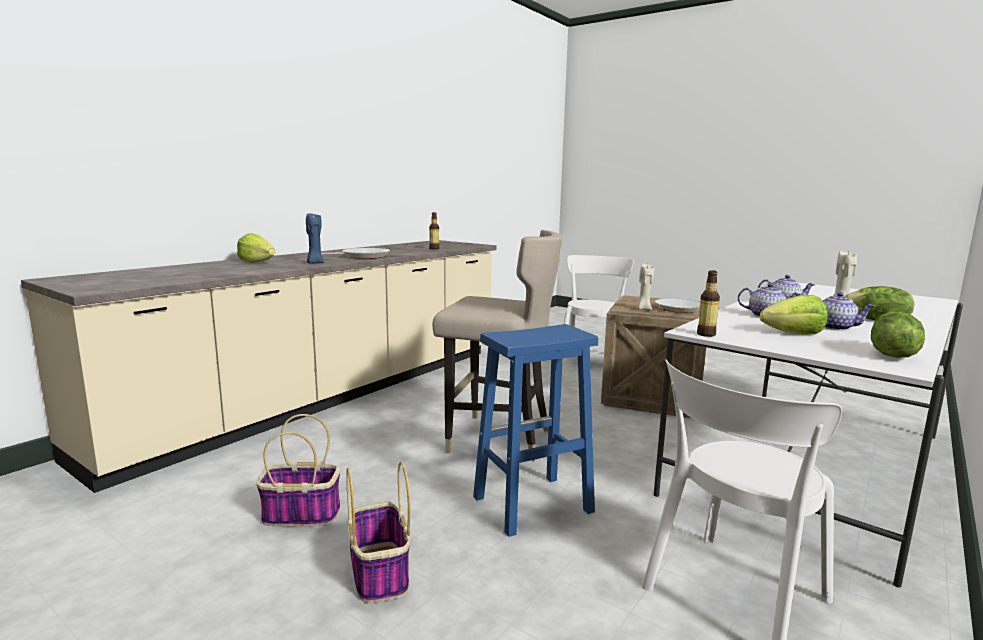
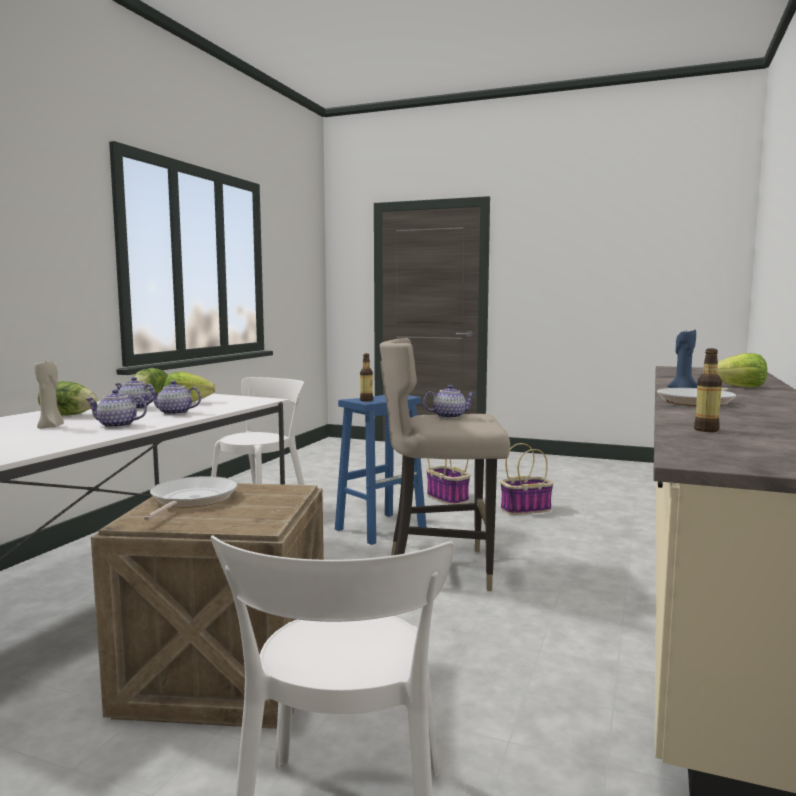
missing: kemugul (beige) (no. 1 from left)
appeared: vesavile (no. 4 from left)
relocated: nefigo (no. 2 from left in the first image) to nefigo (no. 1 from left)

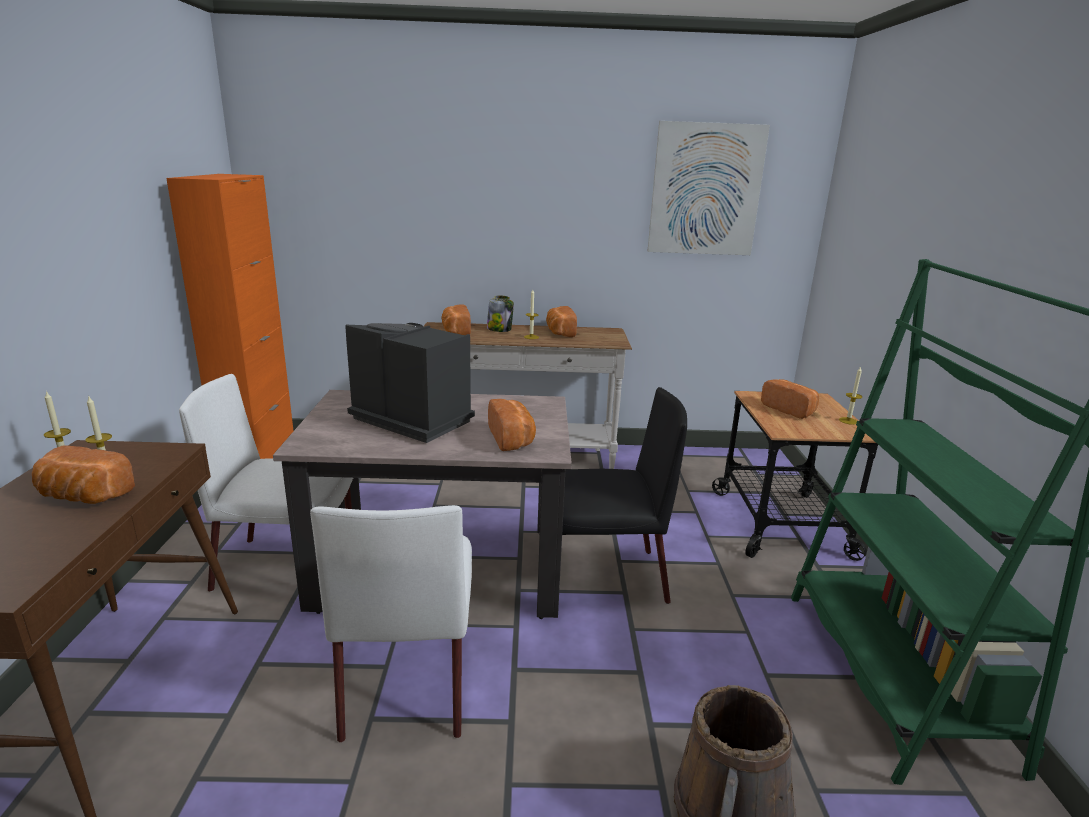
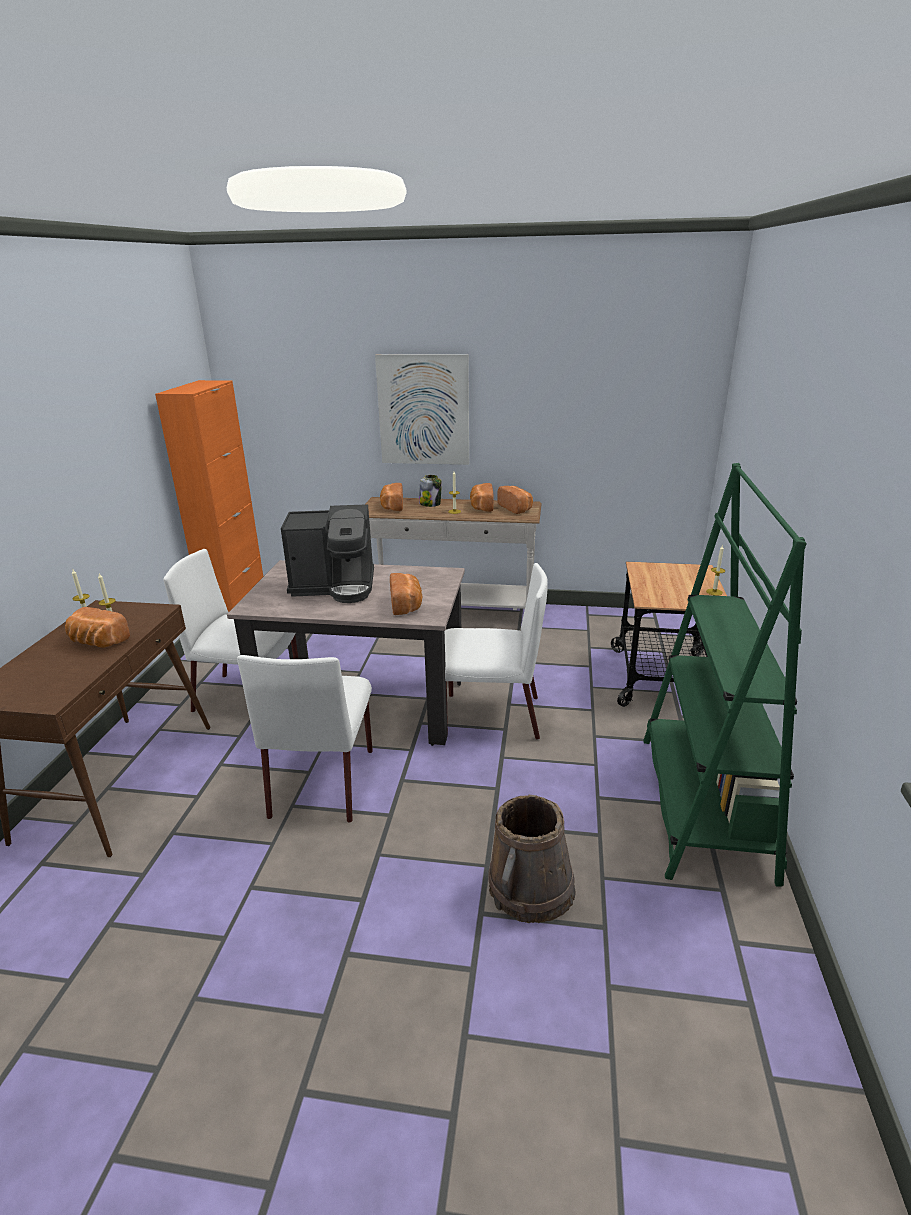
relocated: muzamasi; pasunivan (no. 5 from left)
colour: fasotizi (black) to fasotizi (white) (no. 3 from left)
spun: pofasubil 135 degrees clockwise

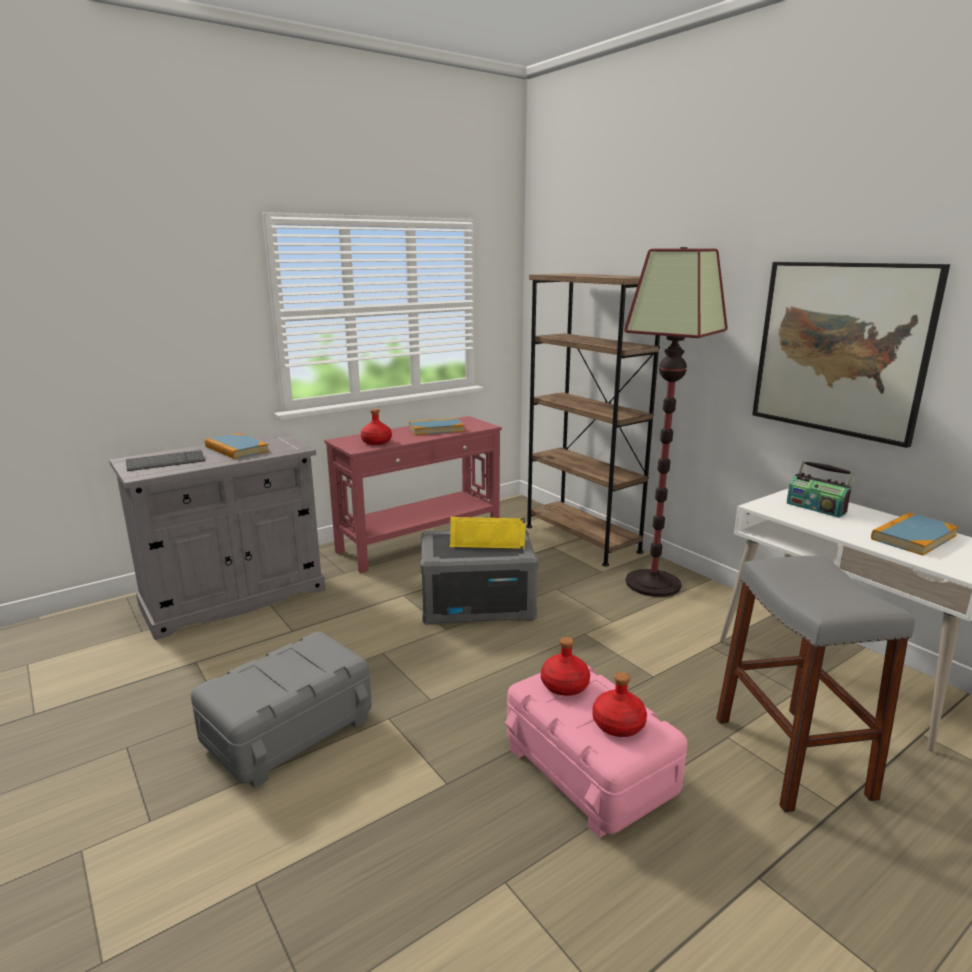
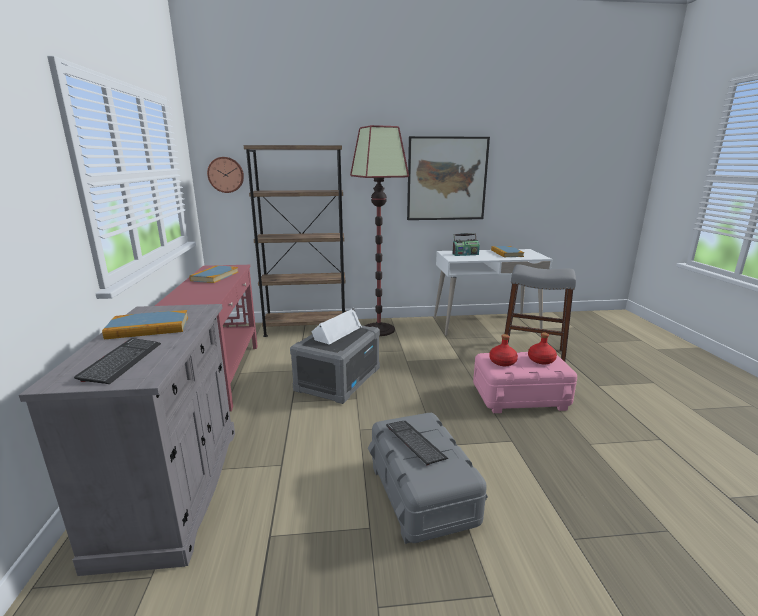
missing: nefigo (red) (no. 1 from left)
appeared: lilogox; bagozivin (no. 2 from left)
colour: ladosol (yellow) to ladosol (white)

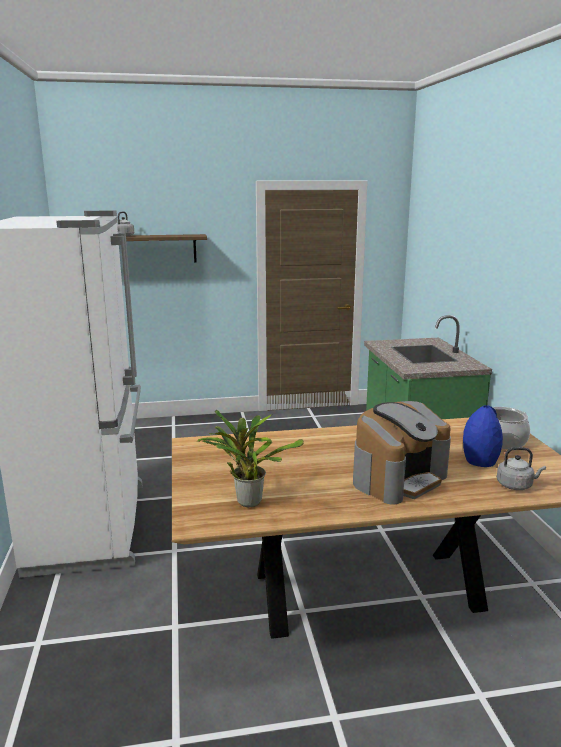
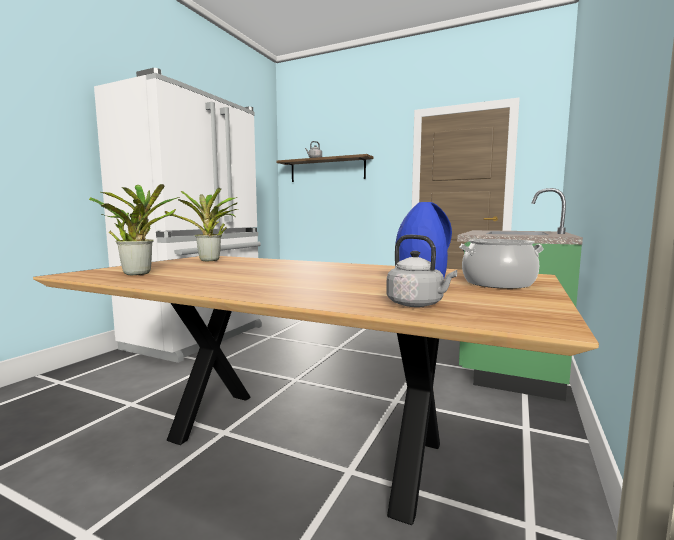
missing: pofasubil
appeared: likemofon (no. 2 from left)

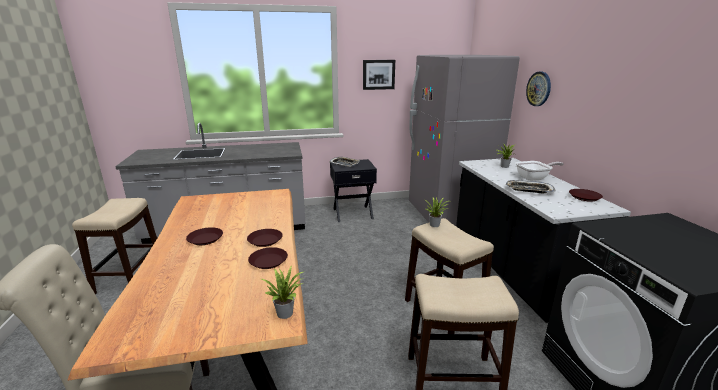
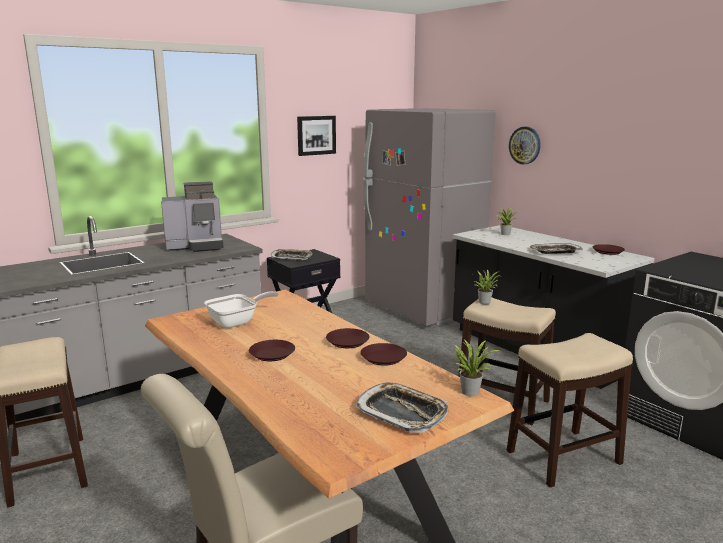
appeared: pofasubil; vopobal (no. 2 from left)
relocated: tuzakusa

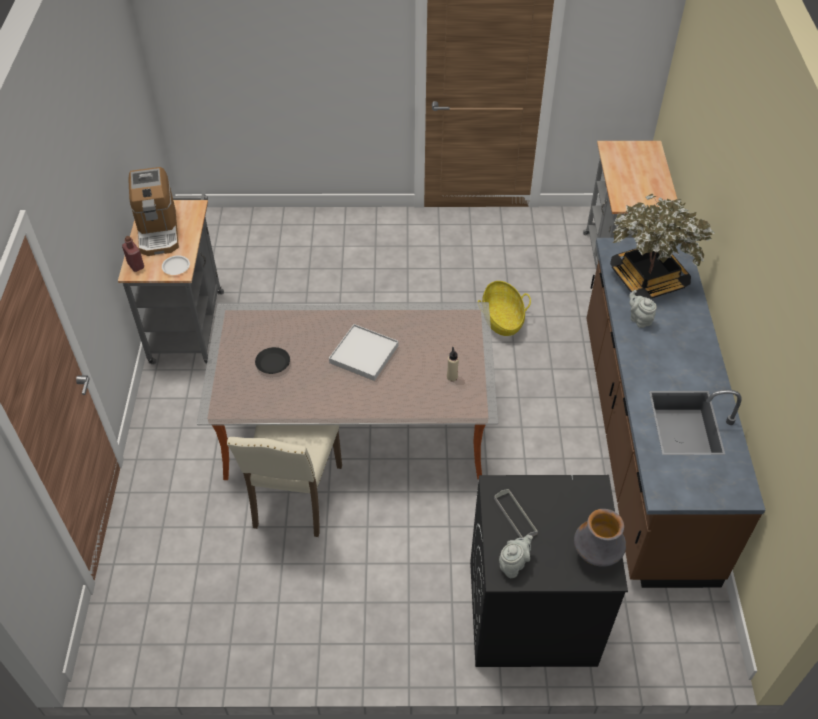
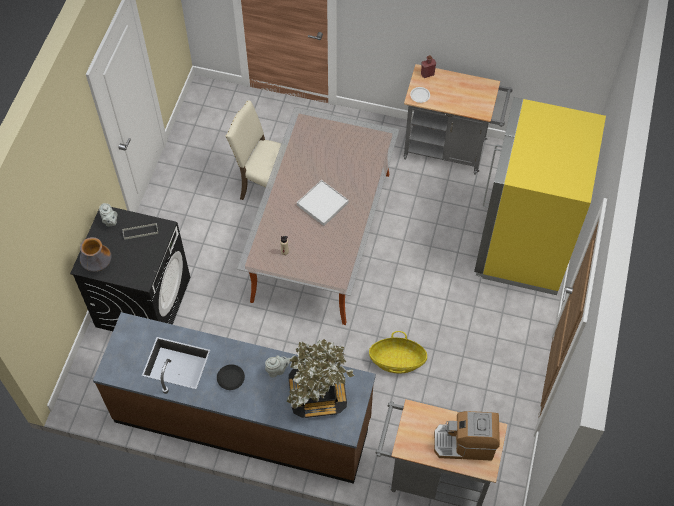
appeared: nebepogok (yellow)
relocated: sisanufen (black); pofasubil

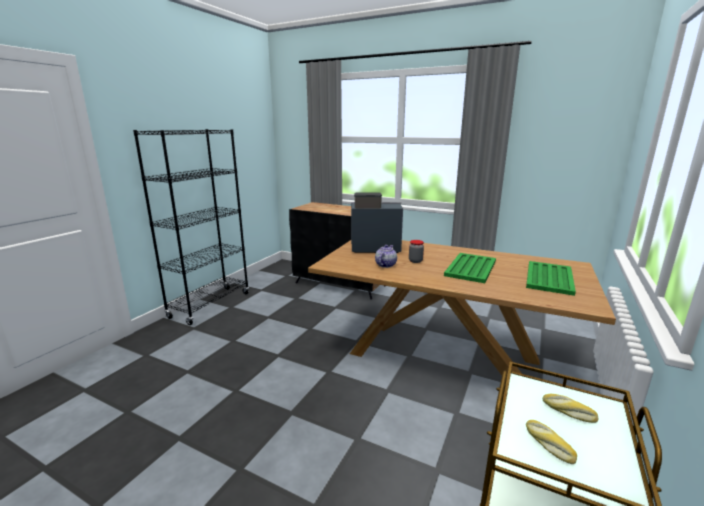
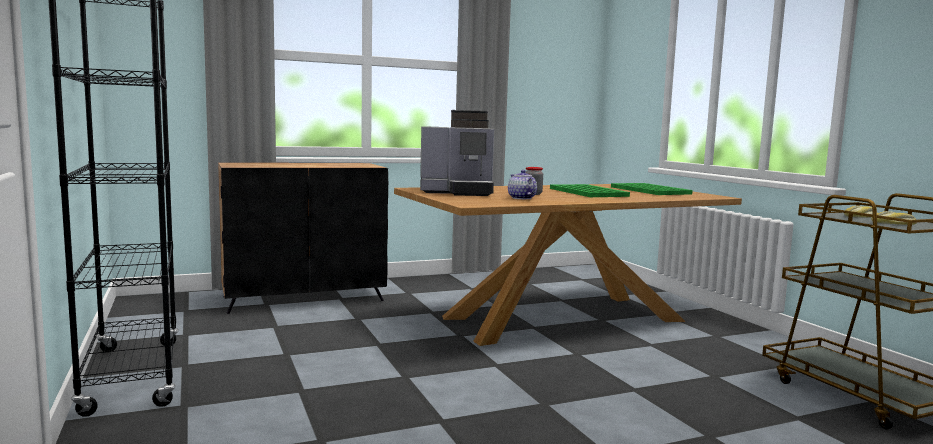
spun: pofasubil 135 degrees counterclockwise

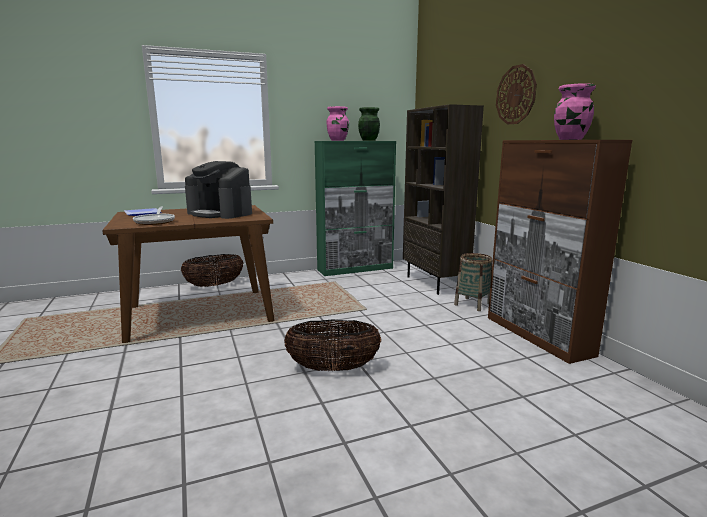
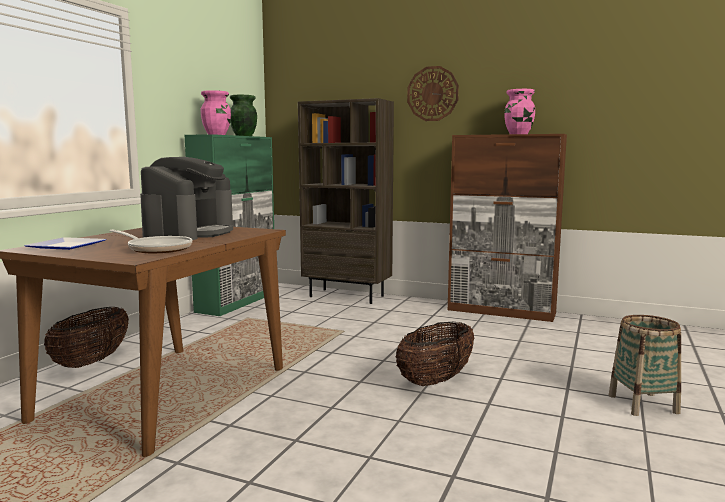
relocated: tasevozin (no. 3 from left)
spun: pofasubil 60 degrees counterclockwise

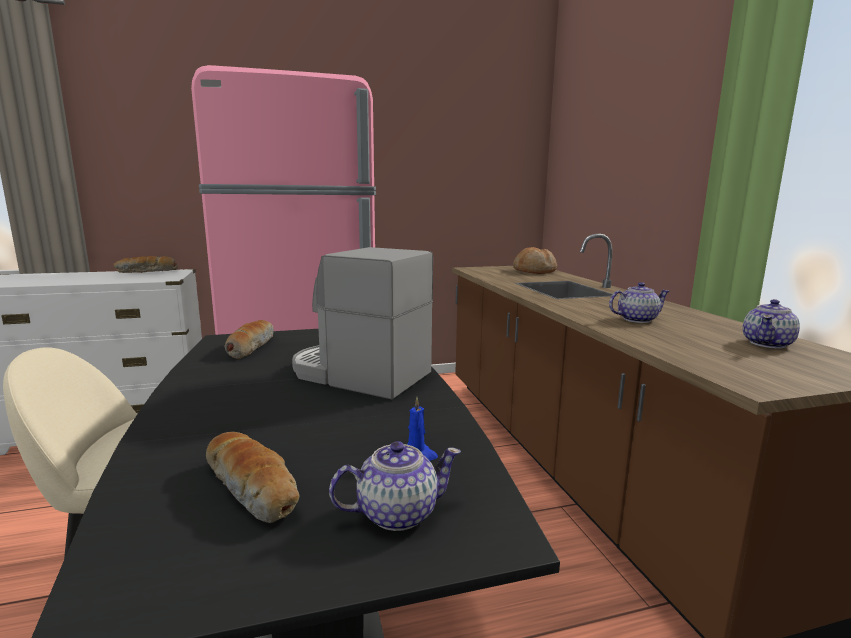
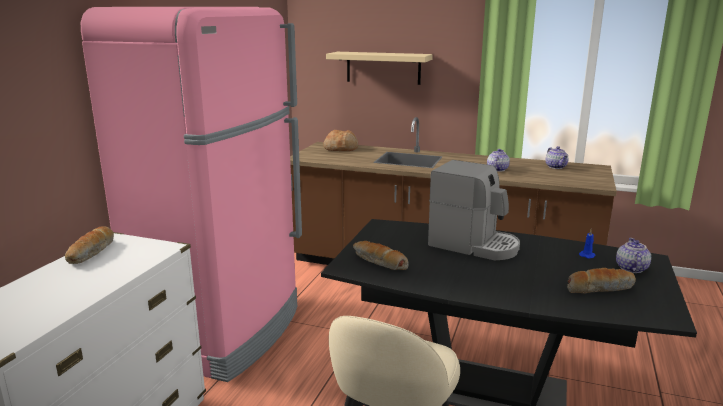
appeared: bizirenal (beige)
spun: pofasubil 120 degrees counterclockwise

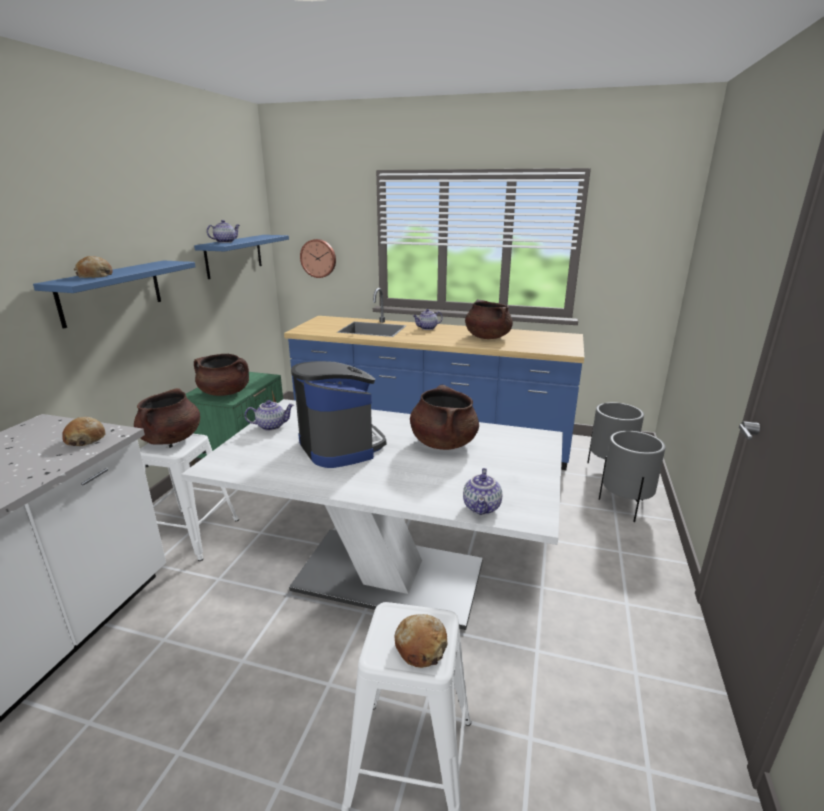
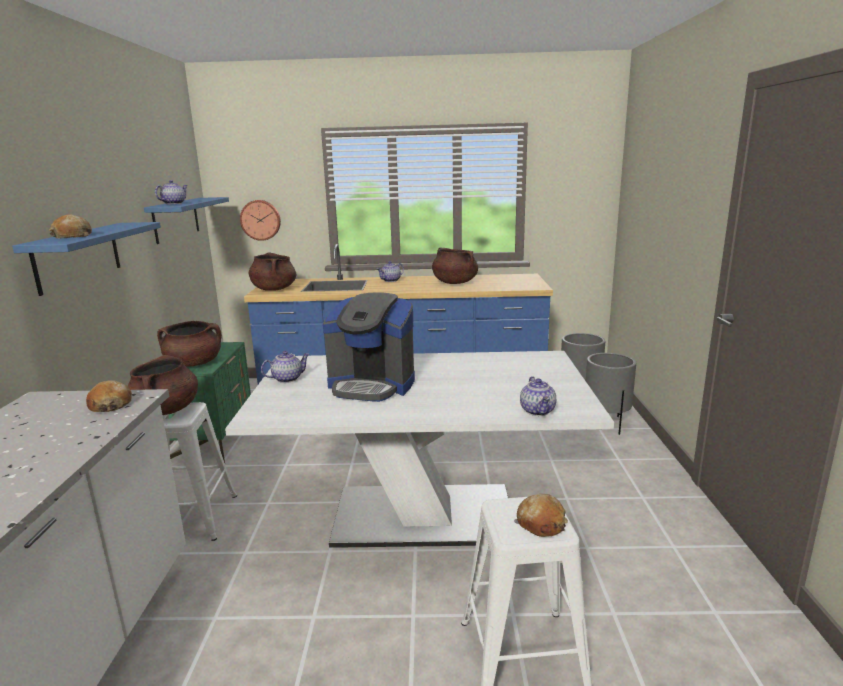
relocated: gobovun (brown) (no. 3 from left)
spun: pofasubil 150 degrees clockwise

